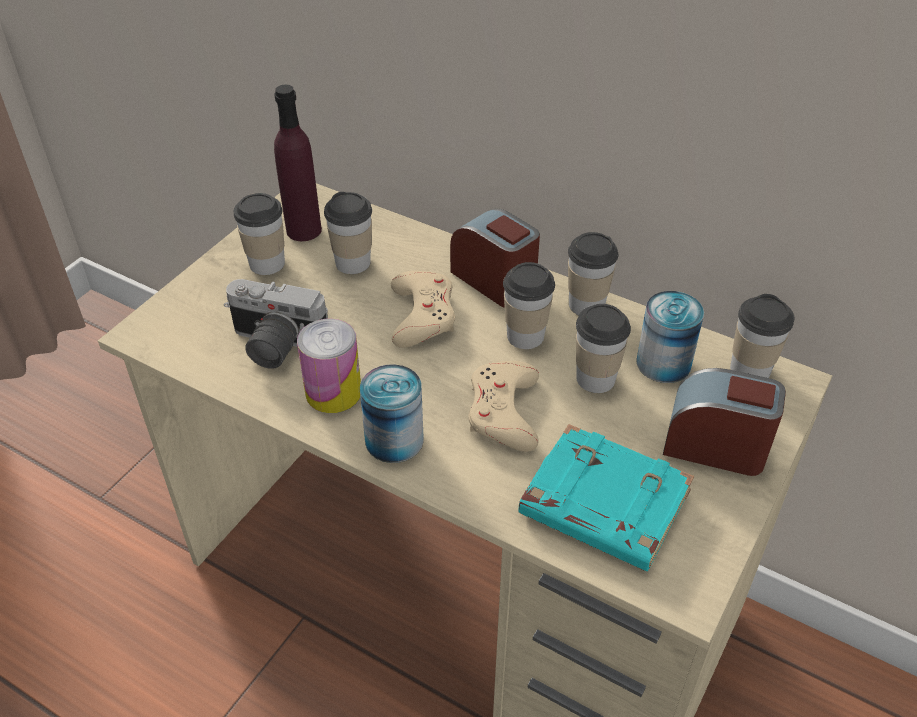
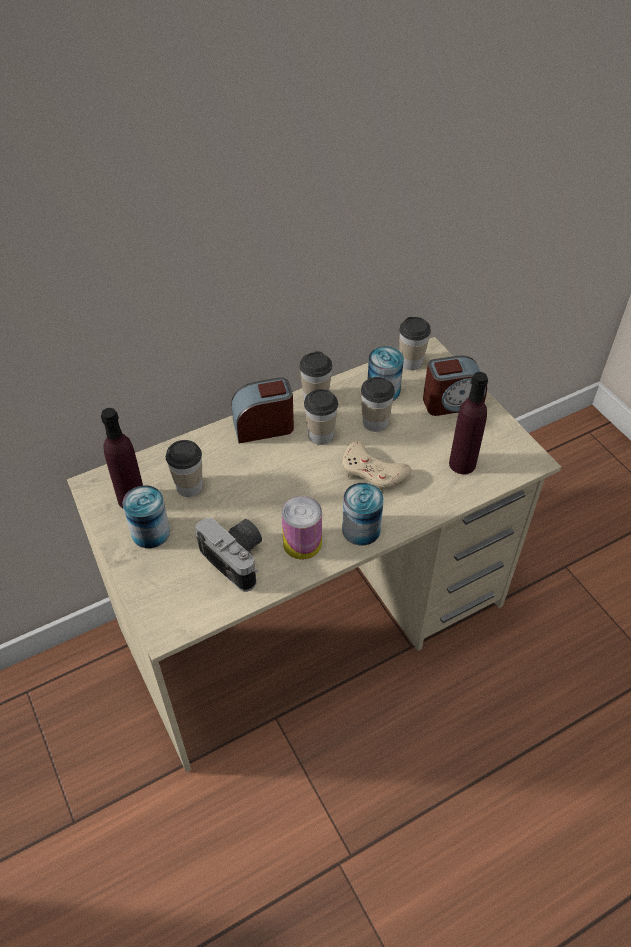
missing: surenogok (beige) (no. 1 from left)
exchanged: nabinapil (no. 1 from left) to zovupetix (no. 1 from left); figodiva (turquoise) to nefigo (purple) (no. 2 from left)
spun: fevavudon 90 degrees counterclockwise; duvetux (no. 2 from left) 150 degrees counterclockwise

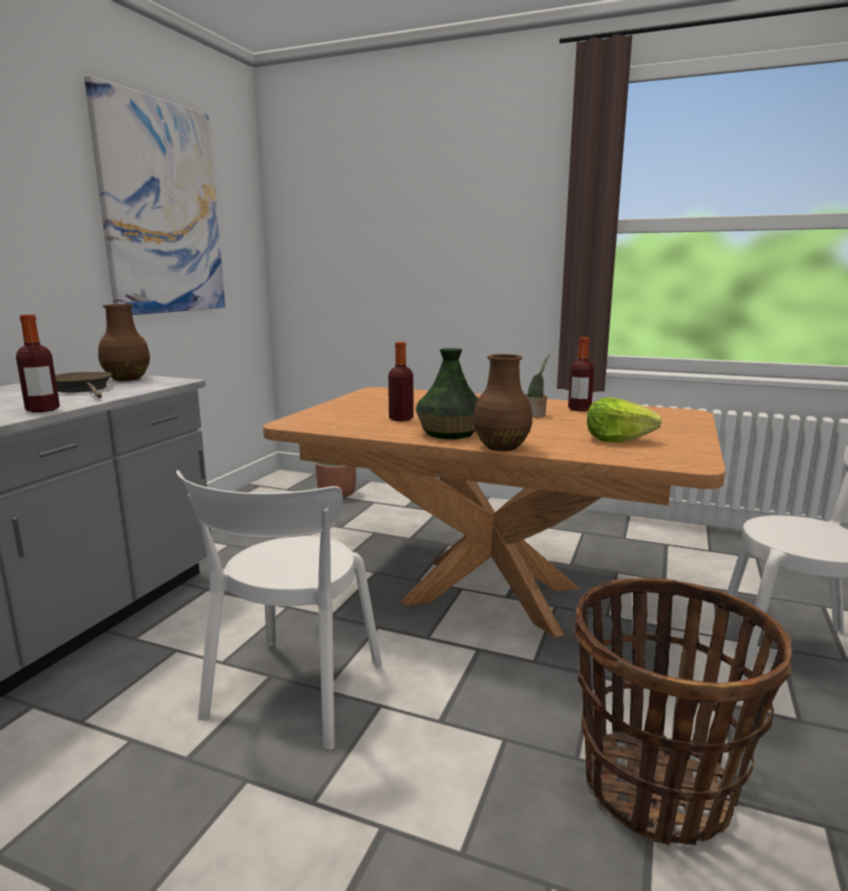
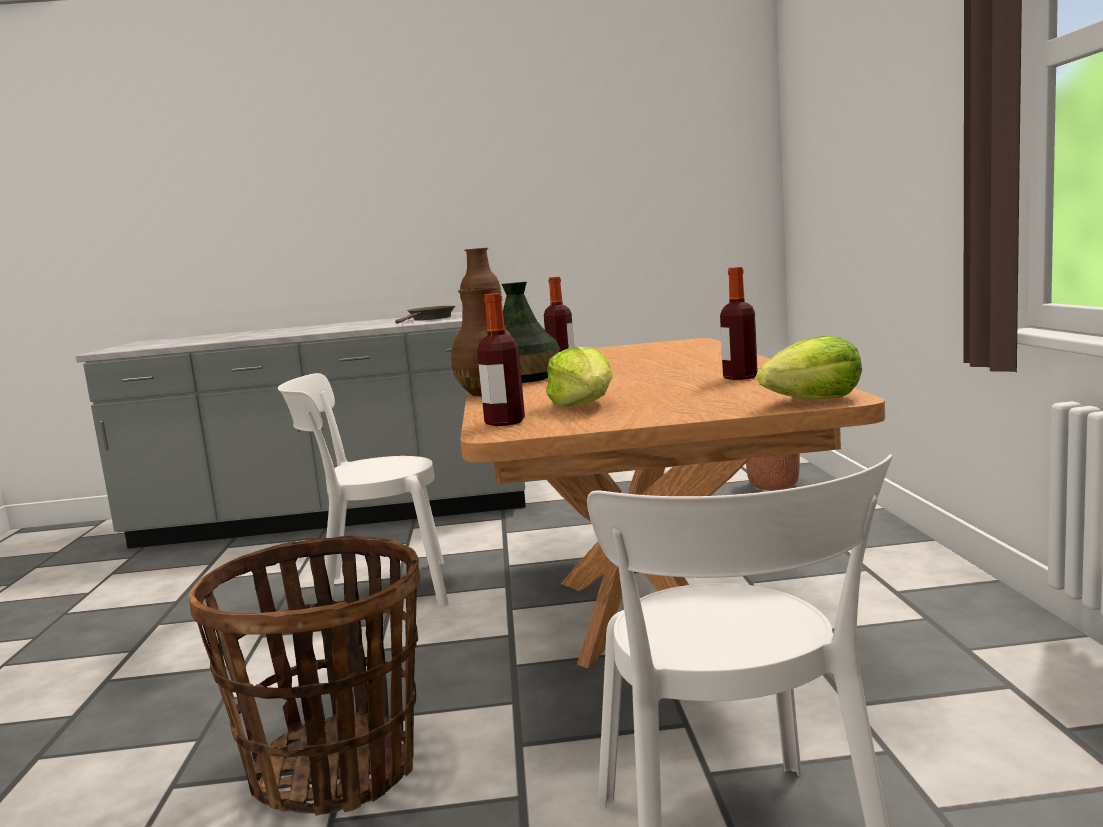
missing: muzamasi; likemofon
appeared: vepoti (no. 2 from left)
relocated: nefigo (no. 1 from left)

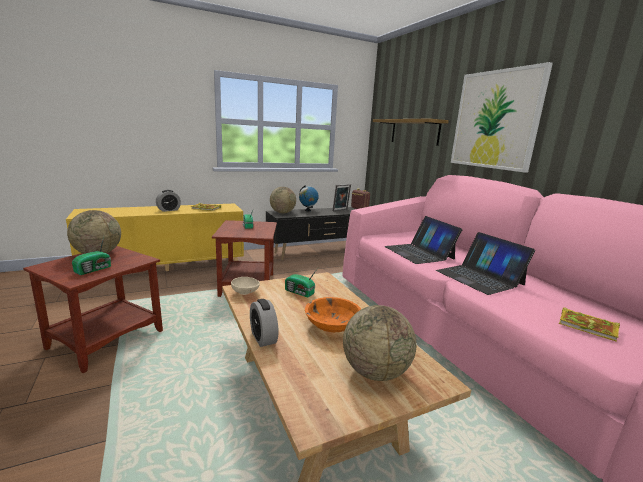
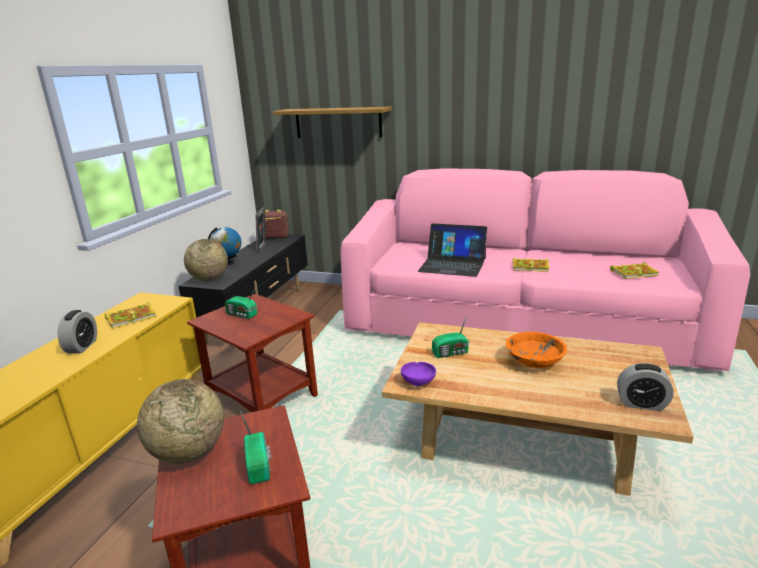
missing: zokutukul (no. 4 from left); muzamasi
relocated: duvetux (no. 2 from left)
exchanged: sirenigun (no. 2 from left) to figodiva (no. 2 from left)
colour: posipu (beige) to posipu (purple)

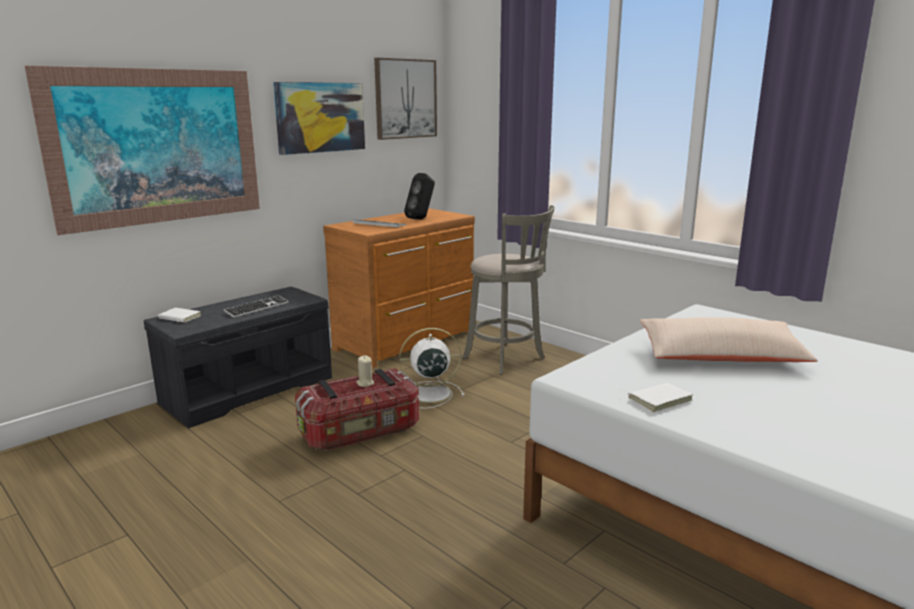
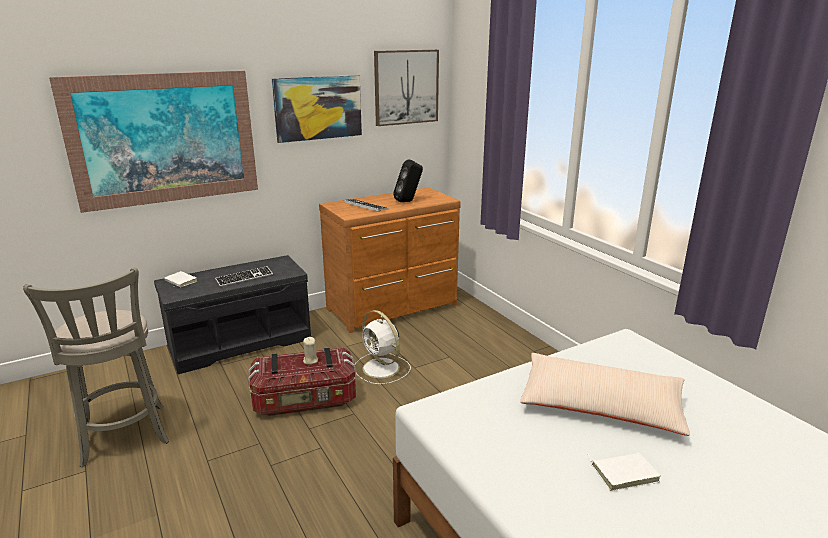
relocated: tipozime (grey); figodiva (white) (no. 2 from left)
spun: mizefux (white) 135 degrees counterclockwise

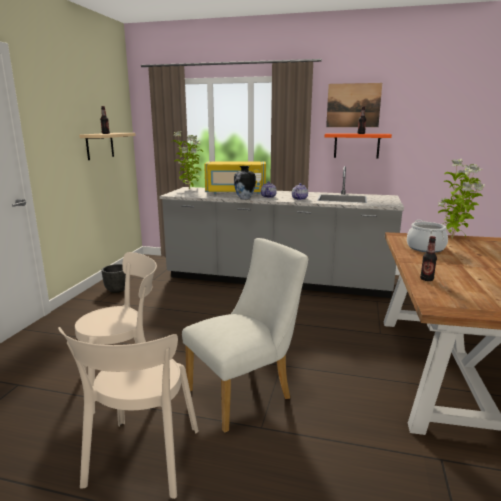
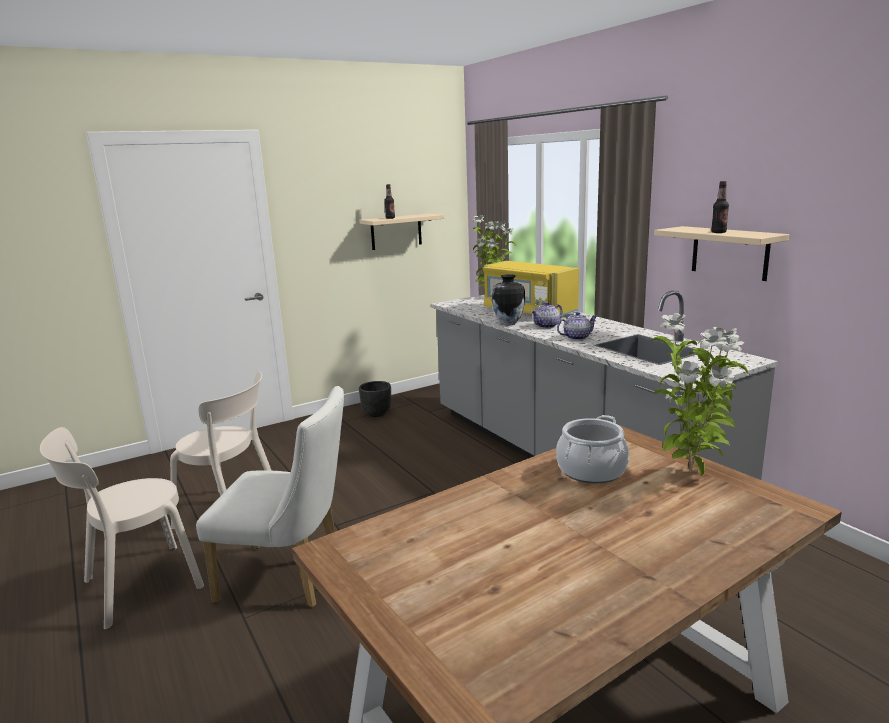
missing: muzamasi; nefigo (no. 3 from left)
colour: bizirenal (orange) to bizirenal (beige) (no. 2 from left)

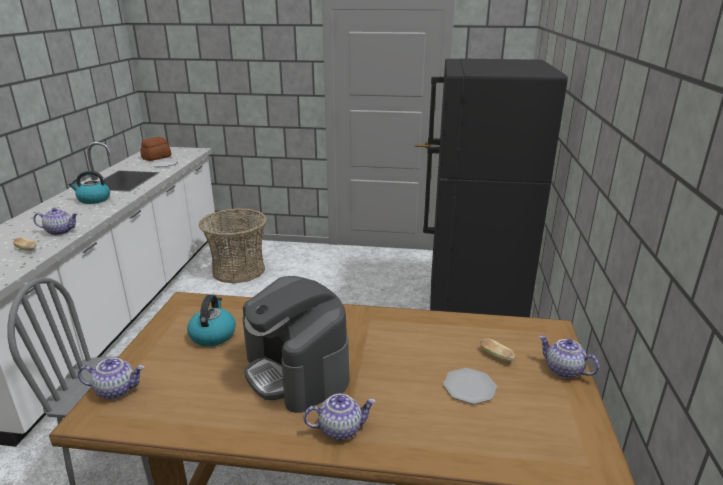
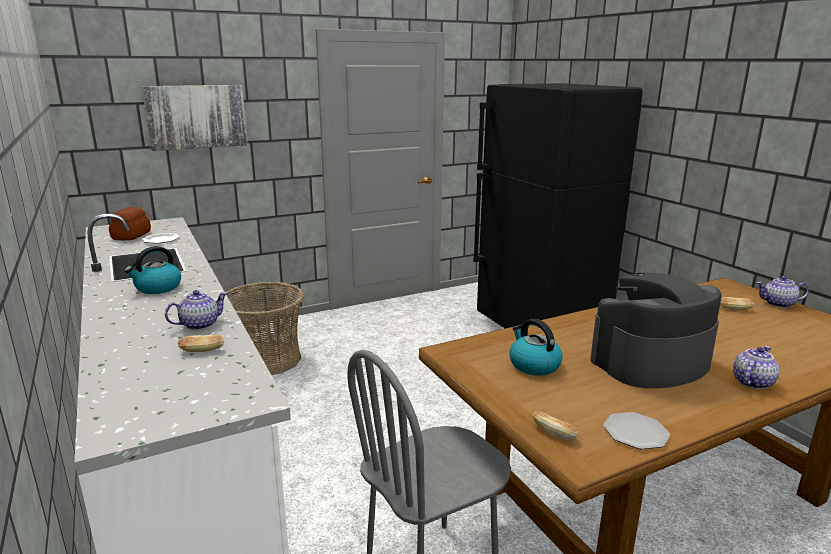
appeared: muzamasi
relocated: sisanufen (no. 2 from left)
exchanged: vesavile (no. 2 from left) to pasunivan (no. 3 from left)
spun: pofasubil 135 degrees clockwise

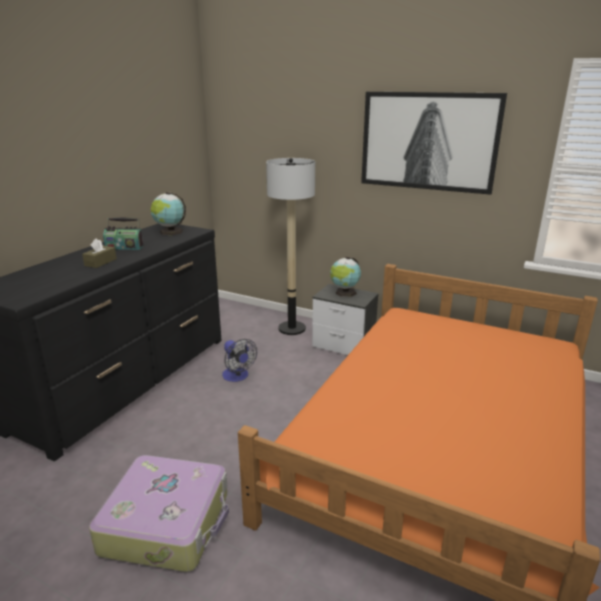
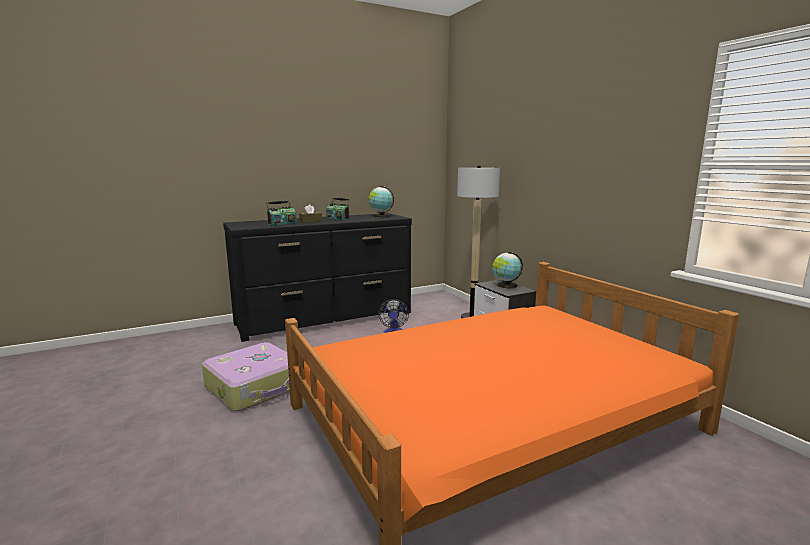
missing: muzamasi
appeared: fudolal (no. 1 from left)

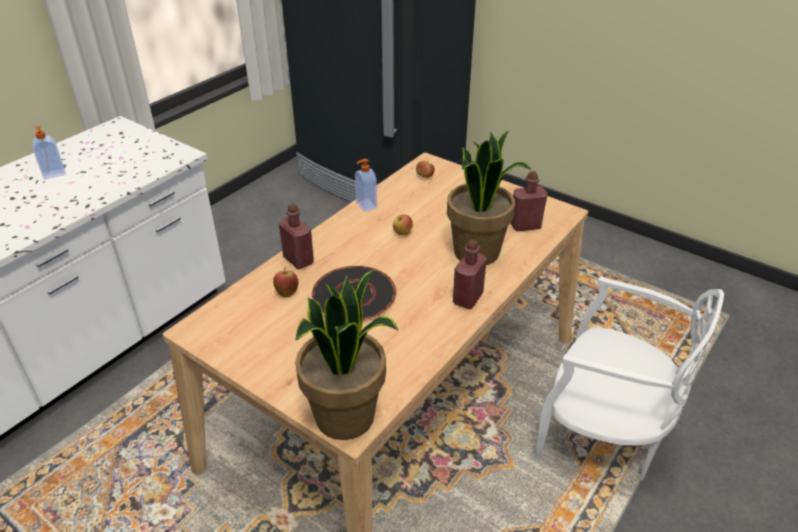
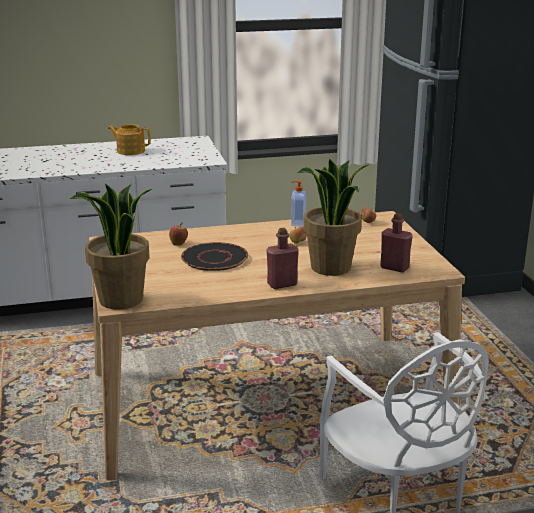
missing: nefigo (red) (no. 1 from left)
exchanged: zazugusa (no. 1 from left) to vesavile

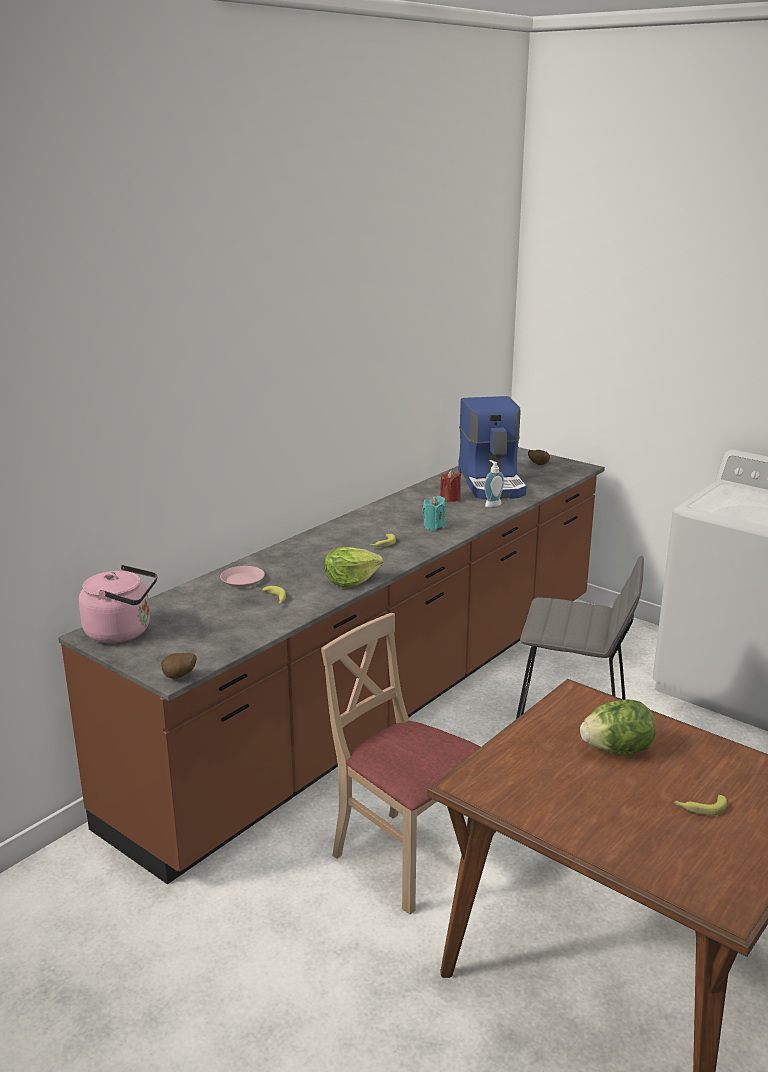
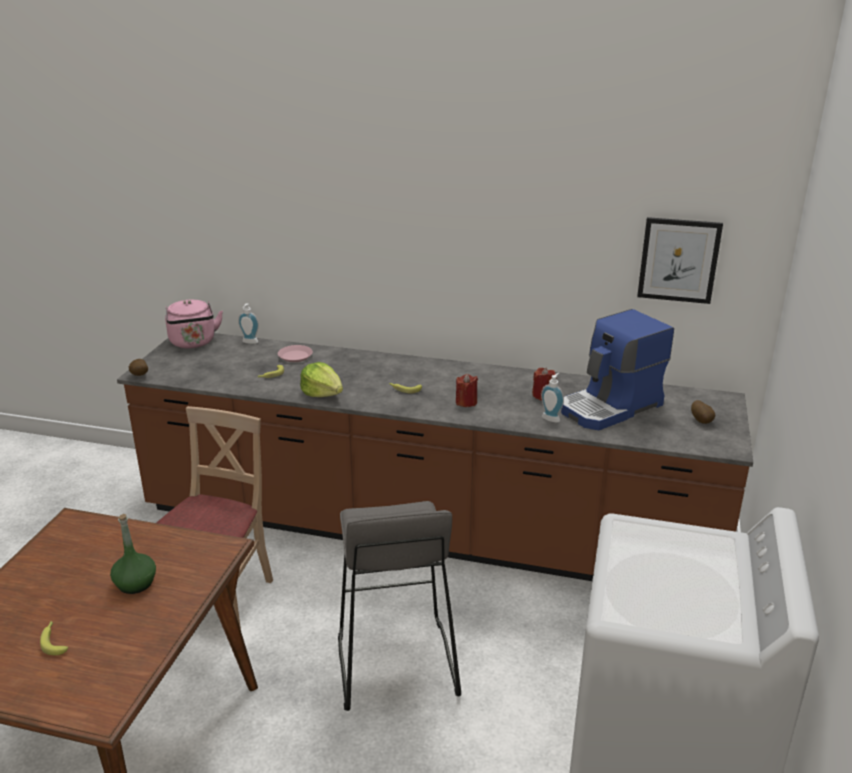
appeared: zazugusa (no. 1 from left); muzamasi
exchanged: vepoti (no. 2 from left) to nefigo (green)
colour: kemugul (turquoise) to kemugul (red) (no. 1 from left)

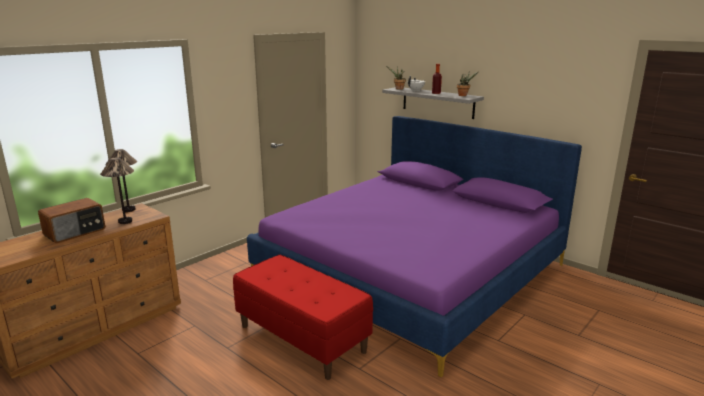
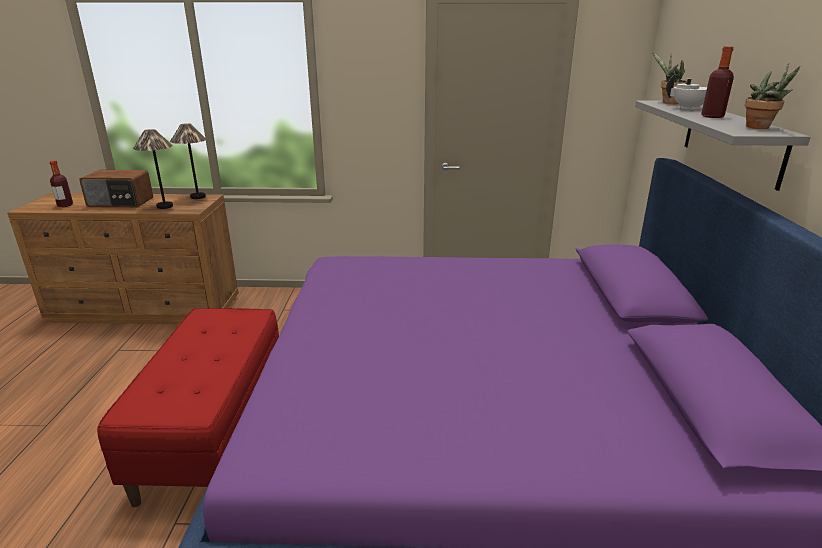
appeared: nefigo (no. 1 from left)

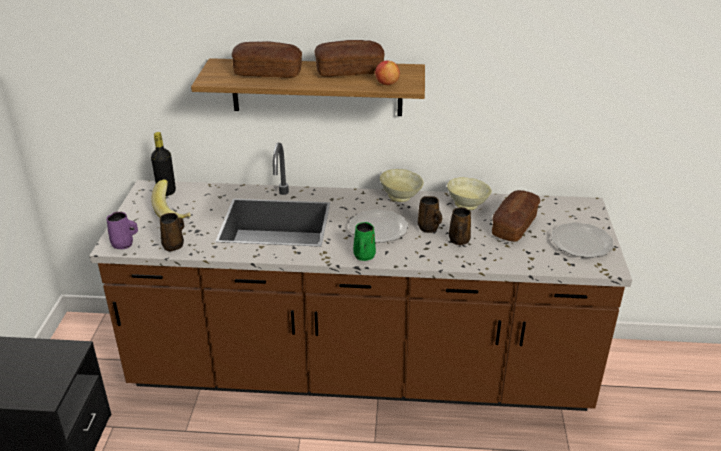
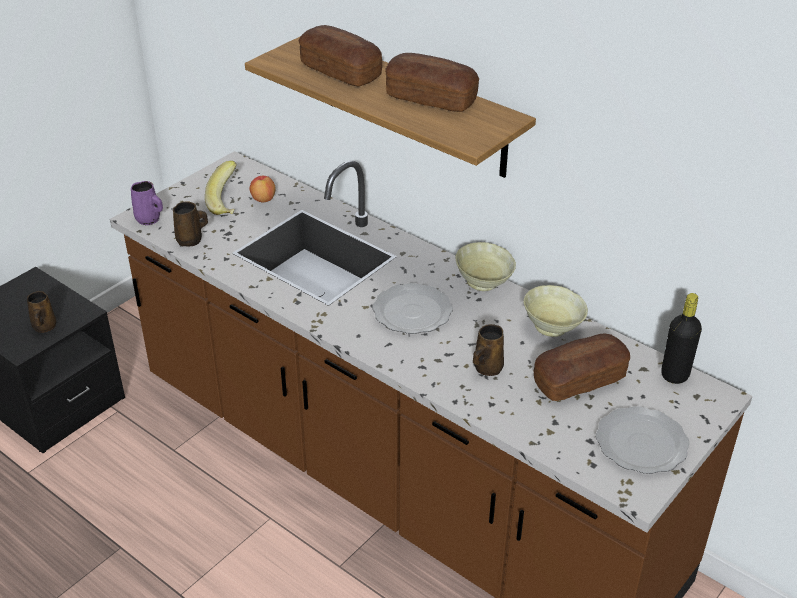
missing: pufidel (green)
relocated: pufidel (brown) (no. 2 from left in the first image) to pufidel (brown) (no. 1 from left); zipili; nefigo (black)

